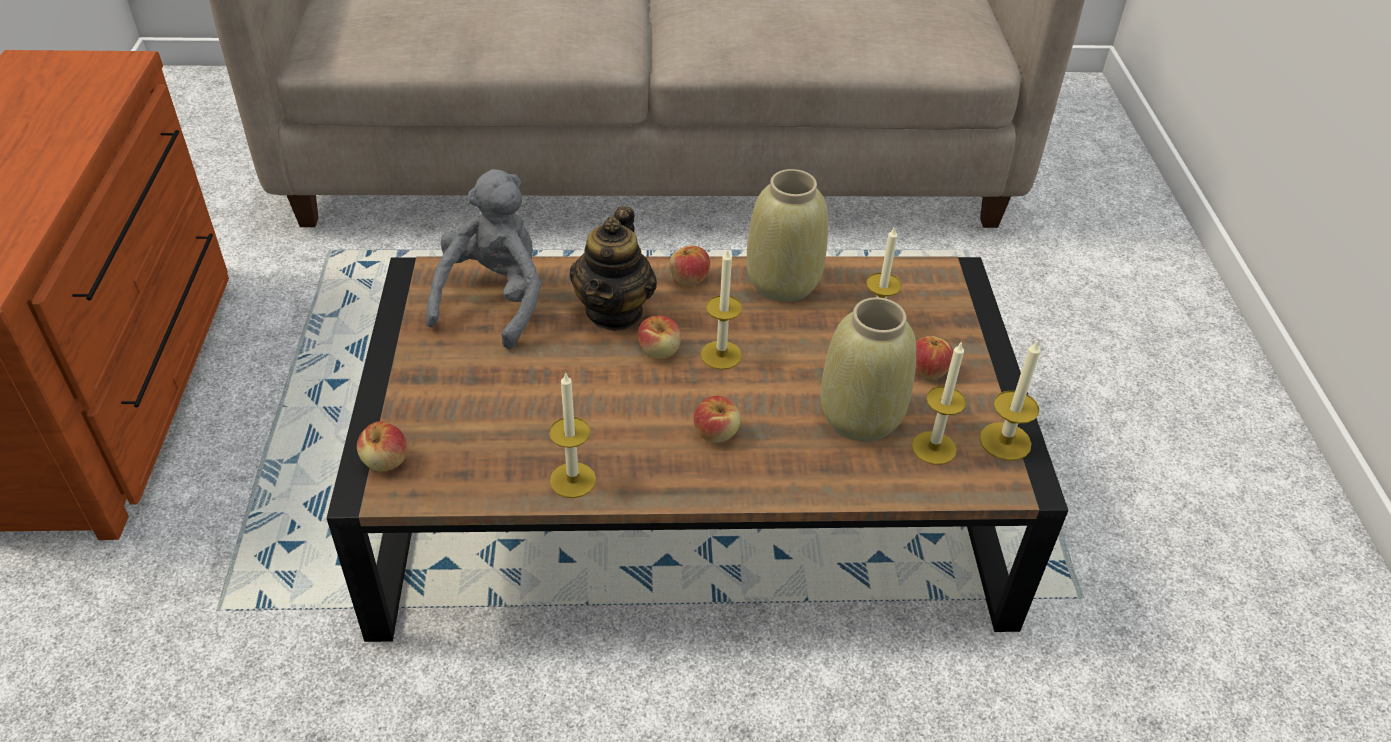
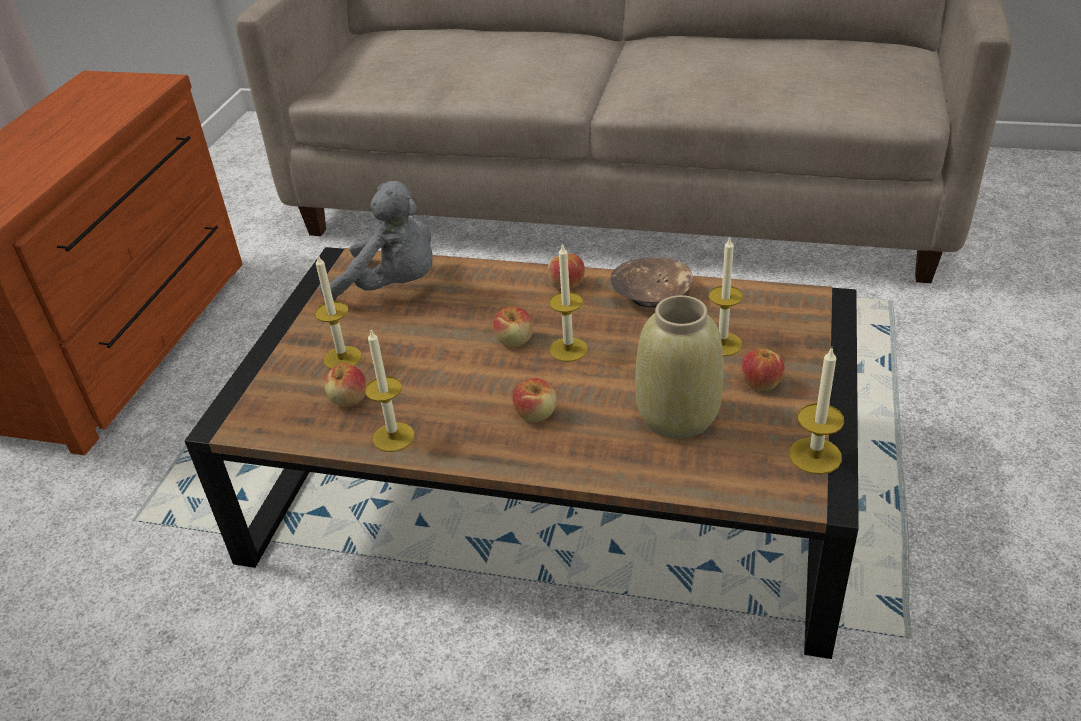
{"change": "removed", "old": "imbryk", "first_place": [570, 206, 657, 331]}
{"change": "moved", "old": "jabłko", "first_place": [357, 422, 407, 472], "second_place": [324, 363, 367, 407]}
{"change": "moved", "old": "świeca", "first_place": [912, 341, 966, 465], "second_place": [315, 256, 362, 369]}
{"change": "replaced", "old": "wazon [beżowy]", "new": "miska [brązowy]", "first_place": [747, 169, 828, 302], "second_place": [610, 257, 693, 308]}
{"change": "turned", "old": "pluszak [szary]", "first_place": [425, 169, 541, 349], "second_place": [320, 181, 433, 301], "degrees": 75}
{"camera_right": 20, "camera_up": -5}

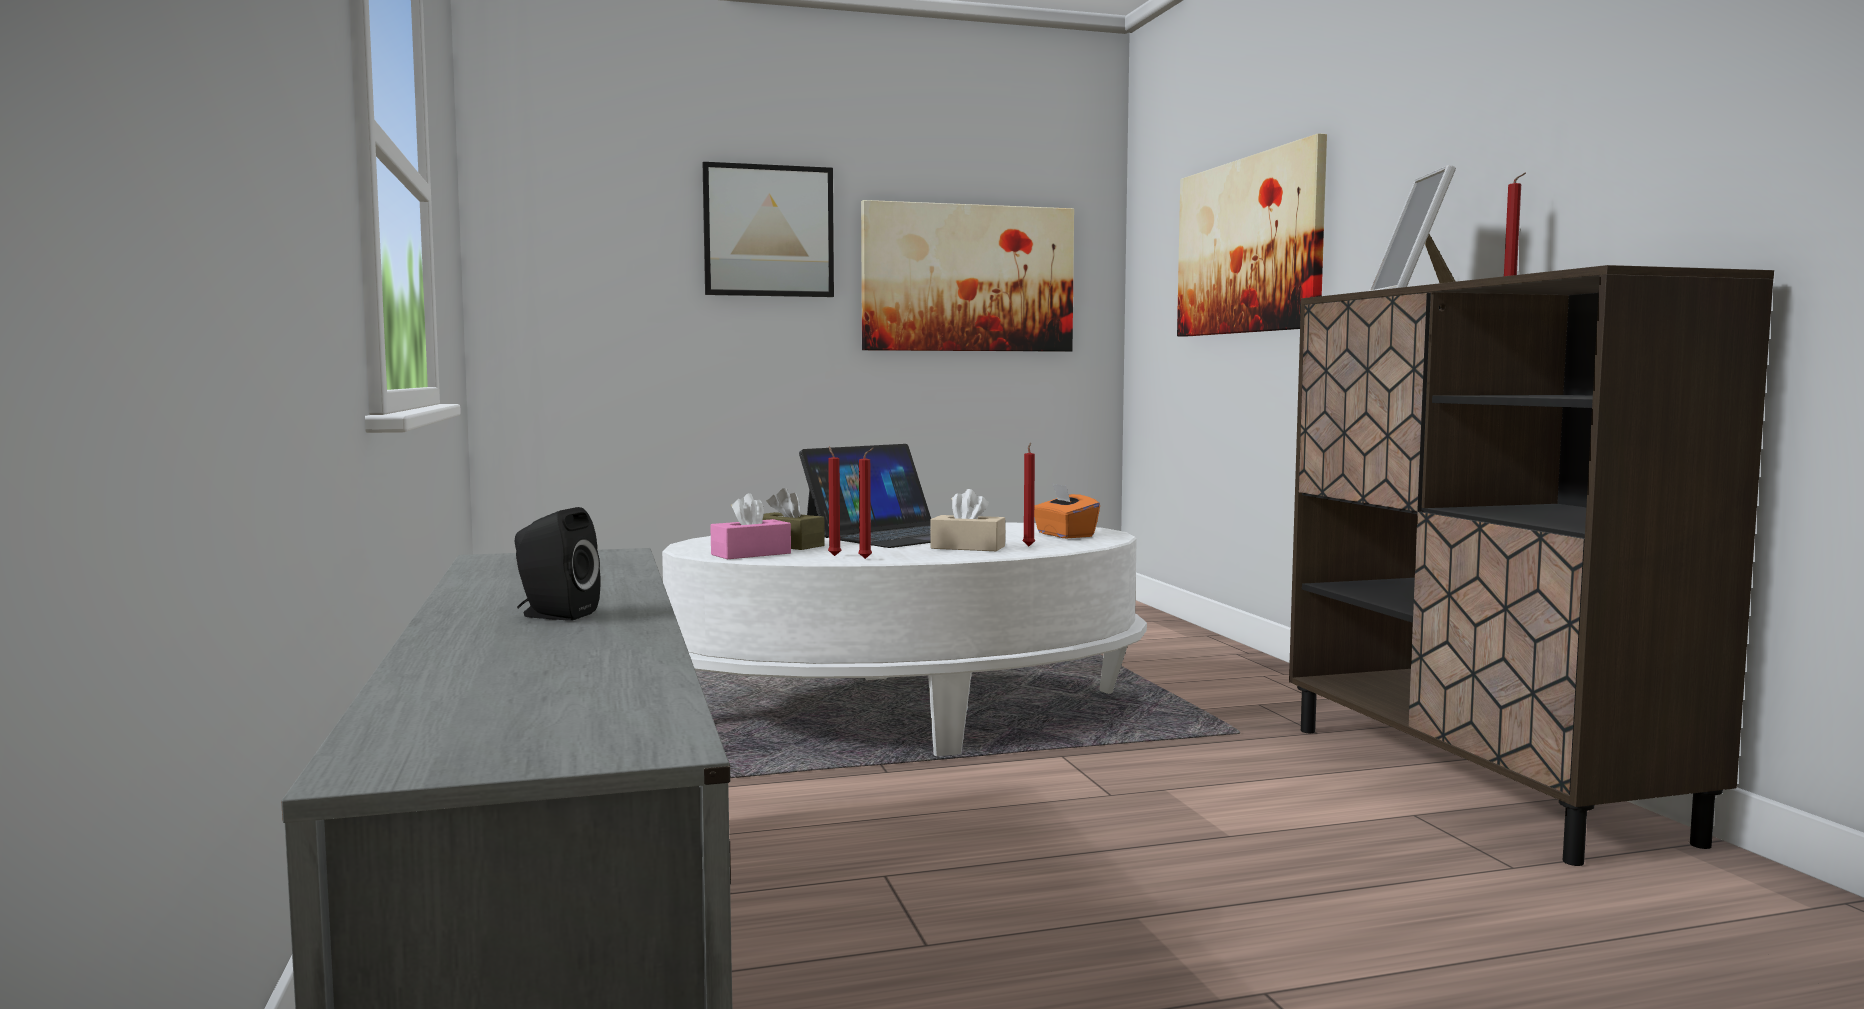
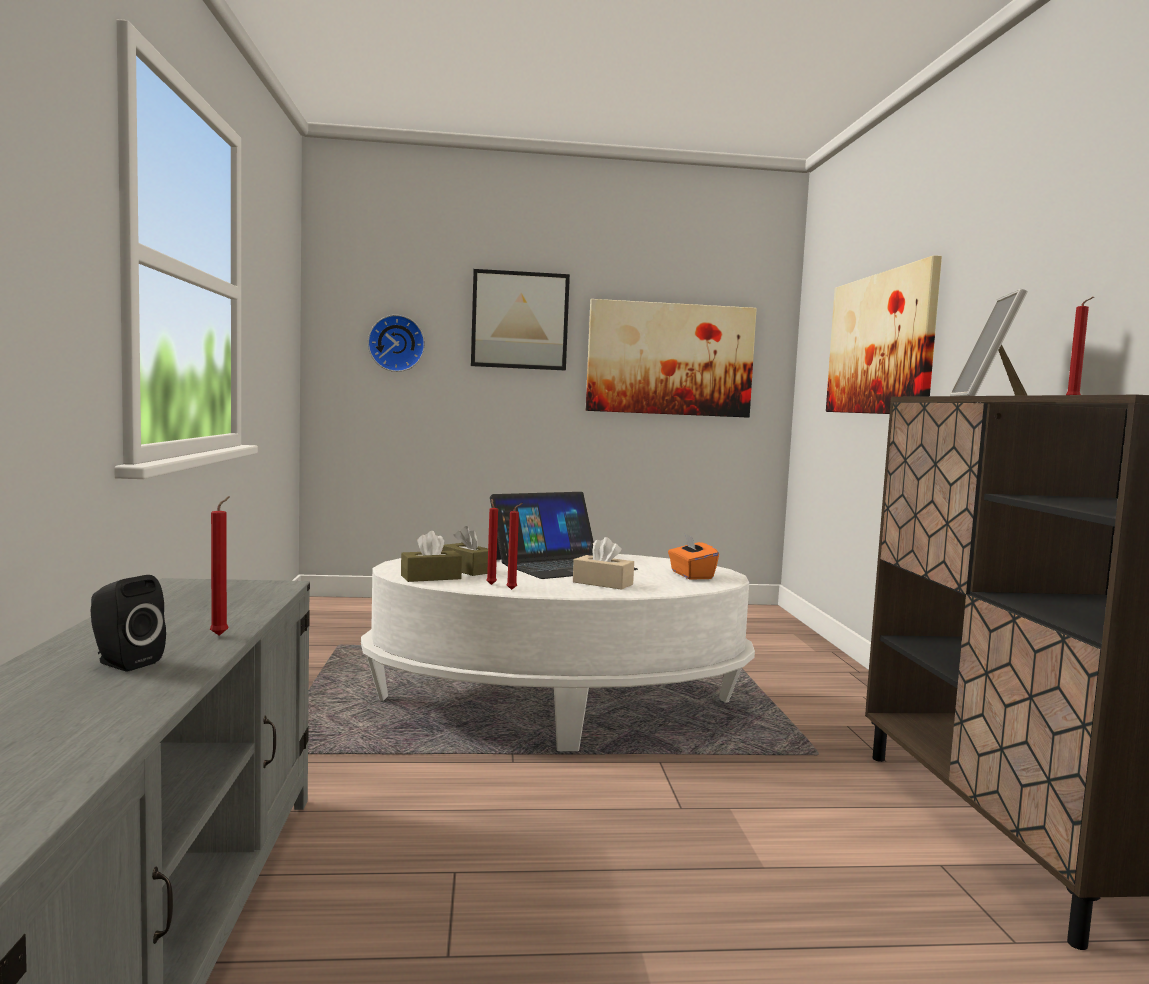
{"change": "added", "new": "zegar ścienny", "second_place": [368, 315, 425, 372]}
{"change": "moved", "old": "świeca [czerwony]", "first_place": [1023, 443, 1035, 546], "second_place": [210, 496, 230, 636]}
{"change": "recoloured", "old": "pudełko chusteczek [różowy]", "new": "pudełko chusteczek [brązowy]", "first_place": [710, 493, 791, 559], "second_place": [401, 531, 462, 582]}
{"camera_right": 10, "camera_up": 0}

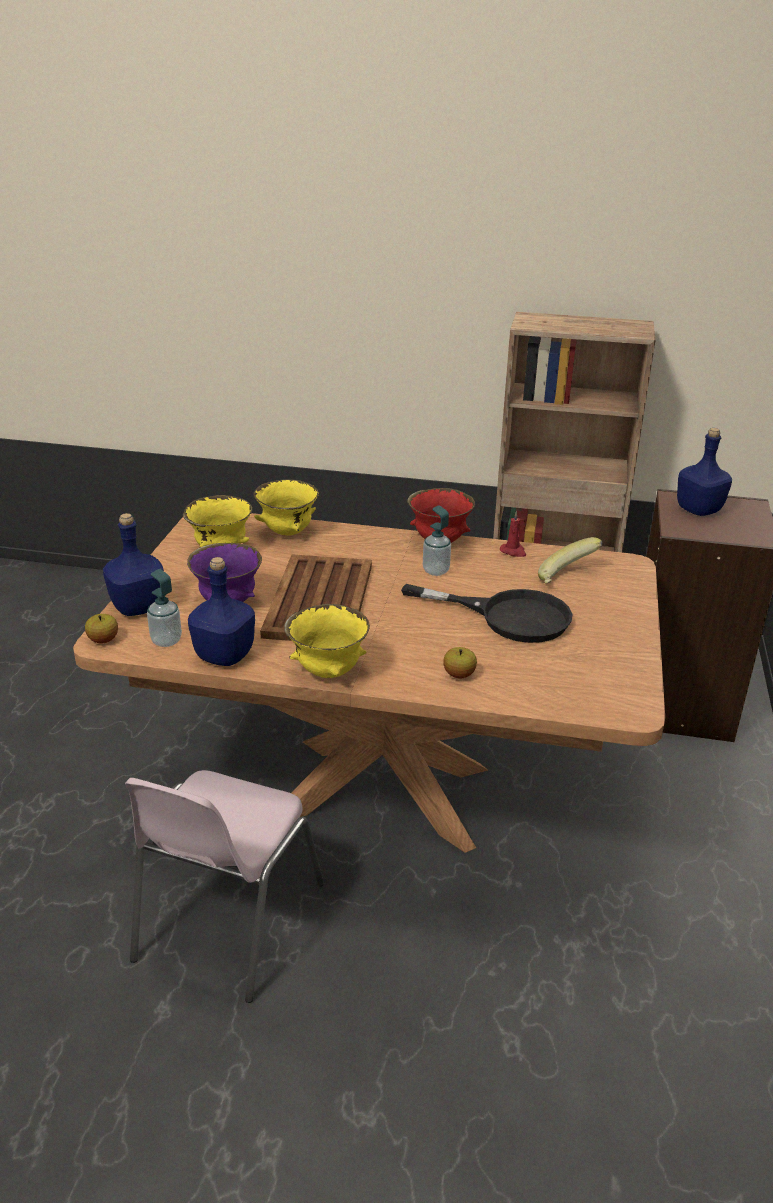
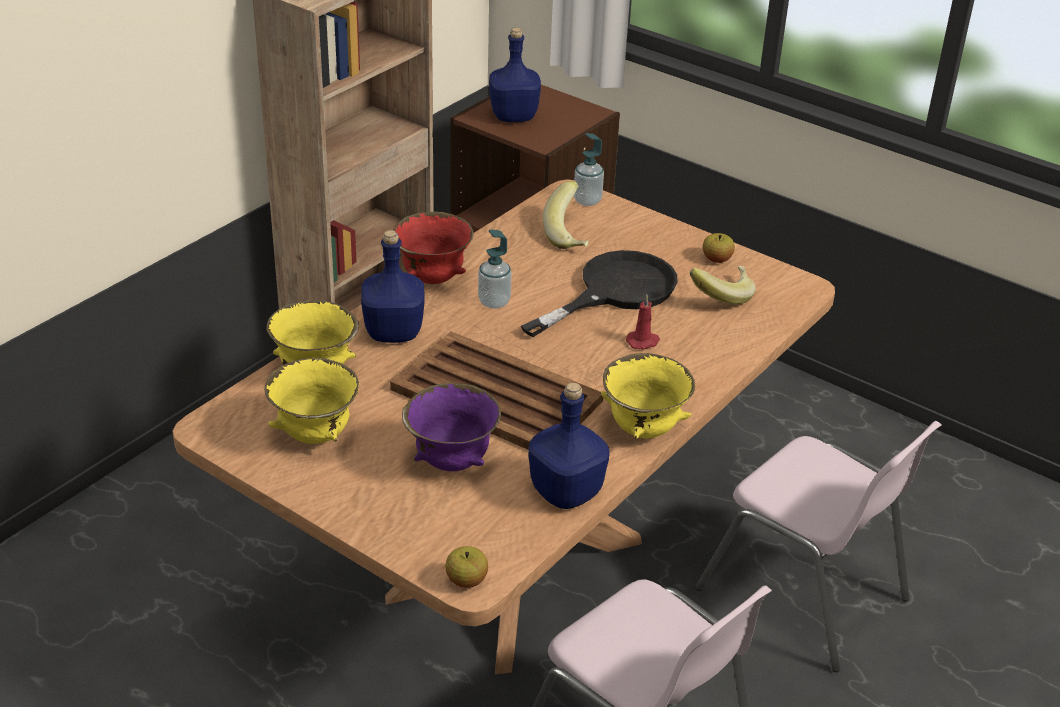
{"change": "added", "new": "banan", "second_place": [690, 266, 756, 304]}
{"change": "added", "new": "krzesło [różowy]", "second_place": [696, 421, 942, 672]}
{"change": "moved", "old": "butelka [niebieski]", "first_place": [103, 513, 164, 616], "second_place": [361, 230, 425, 343]}
{"change": "moved", "old": "dozownik mydła", "first_place": [147, 569, 182, 647], "second_place": [574, 133, 604, 206]}
{"change": "moved", "old": "jabłko", "first_place": [443, 647, 477, 678], "second_place": [703, 233, 735, 263]}
{"change": "moved", "old": "świeca [czerwony]", "first_place": [500, 510, 526, 557], "second_place": [626, 295, 660, 350]}
{"camera_right": -65, "camera_up": 5}

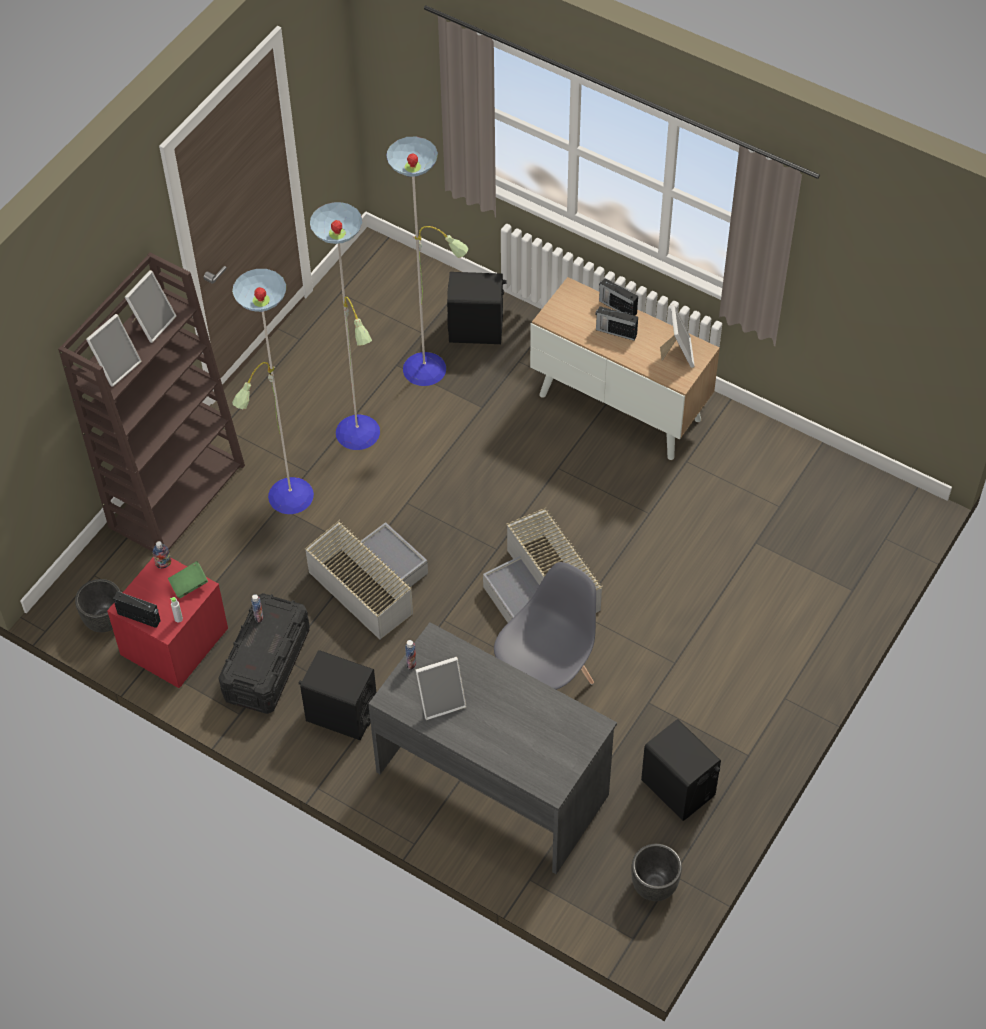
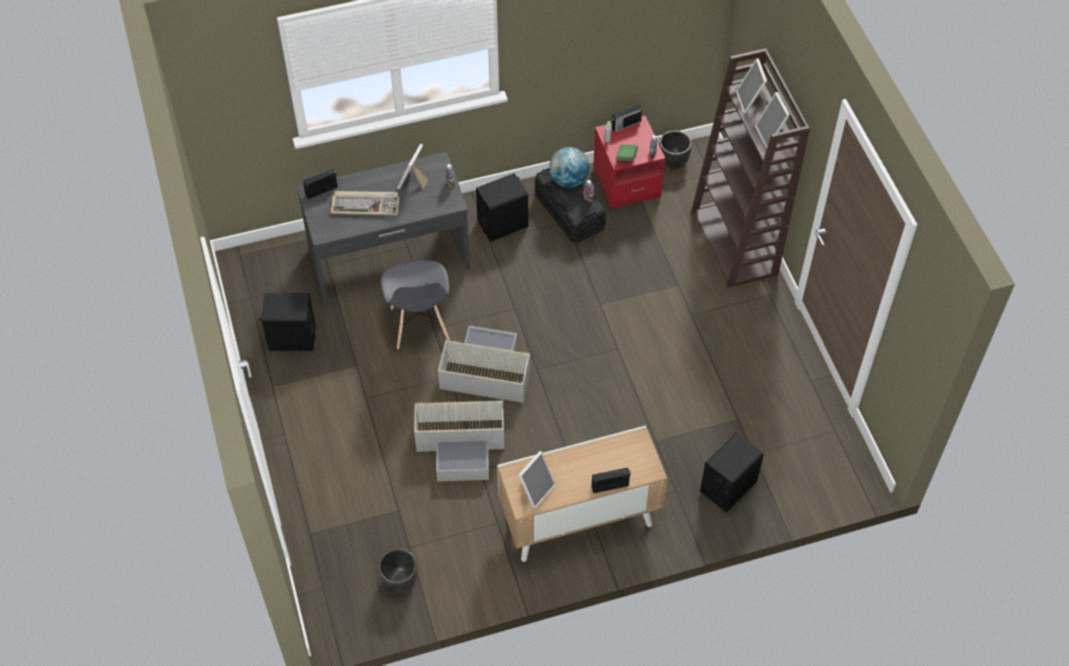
{"change": "removed", "old": "lampa stojąca", "first_place": [232, 136, 468, 514]}
{"change": "added", "new": "klawiatura", "second_place": [331, 191, 400, 215]}
{"change": "added", "new": "globus", "second_place": [549, 147, 590, 187]}
{"change": "moved", "old": "pojemnik do przechowywania [szary]", "first_place": [305, 520, 428, 640], "second_place": [414, 399, 505, 481]}
{"change": "moved", "old": "radio", "first_place": [595, 306, 638, 341], "second_place": [303, 168, 338, 199]}
{"change": "moved", "old": "donica [czarny]", "first_place": [631, 844, 682, 901], "second_place": [378, 548, 417, 593]}
{"change": "turned", "old": "ramka na zdjęcie", "first_place": [660, 305, 695, 368], "second_place": [518, 451, 556, 509], "degrees": -90}
{"camera_right": 130, "camera_up": 0}

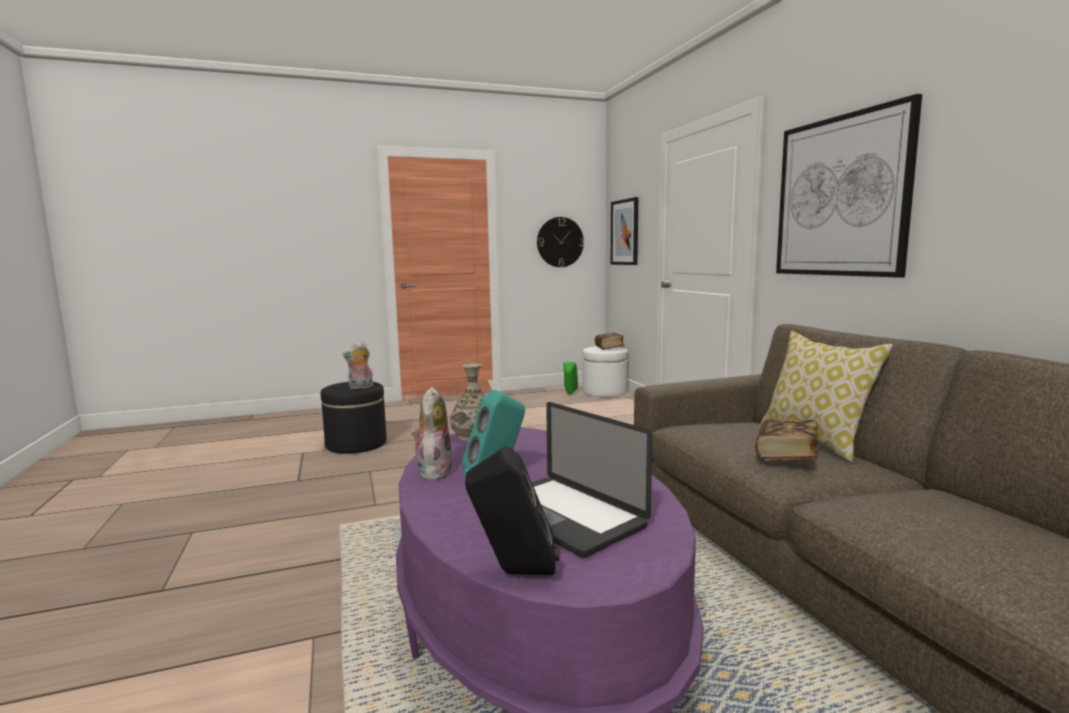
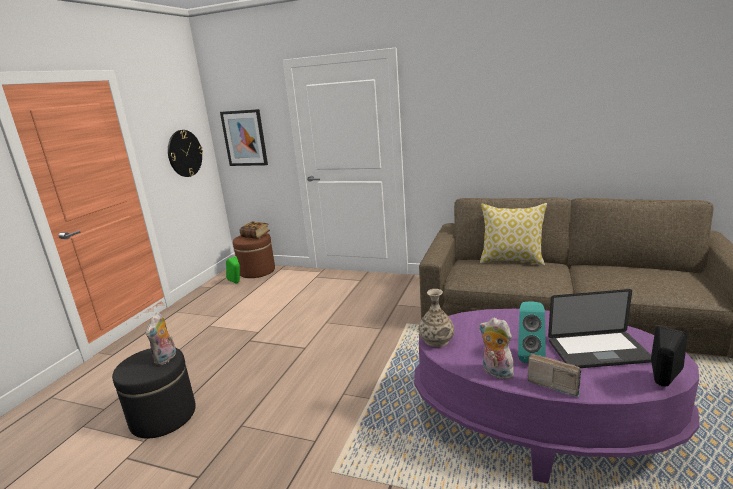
{"change": "removed", "old": "książka", "first_place": [755, 419, 819, 461]}
{"change": "removed", "old": "obraz", "first_place": [776, 94, 922, 278]}
{"change": "added", "new": "radio", "second_place": [527, 353, 581, 397]}
{"change": "recoloured", "old": "pufa [biały]", "new": "pufa [brązowy]", "first_place": [583, 346, 628, 397], "second_place": [233, 233, 275, 278]}
{"camera_right": -50, "camera_up": 10}

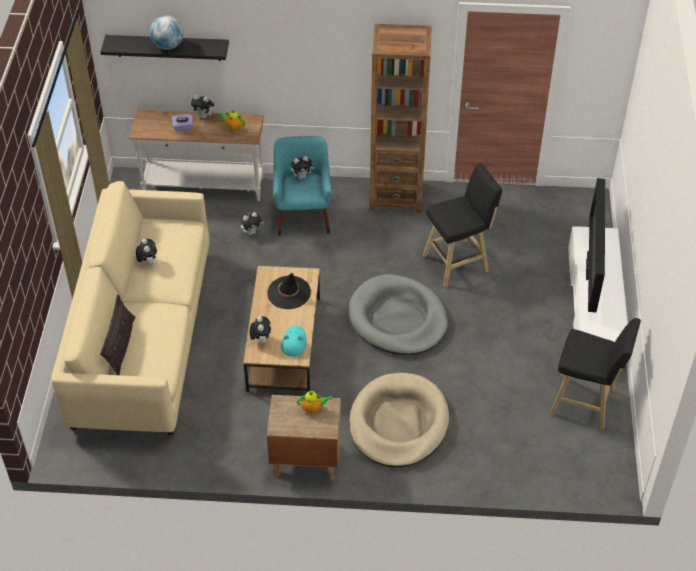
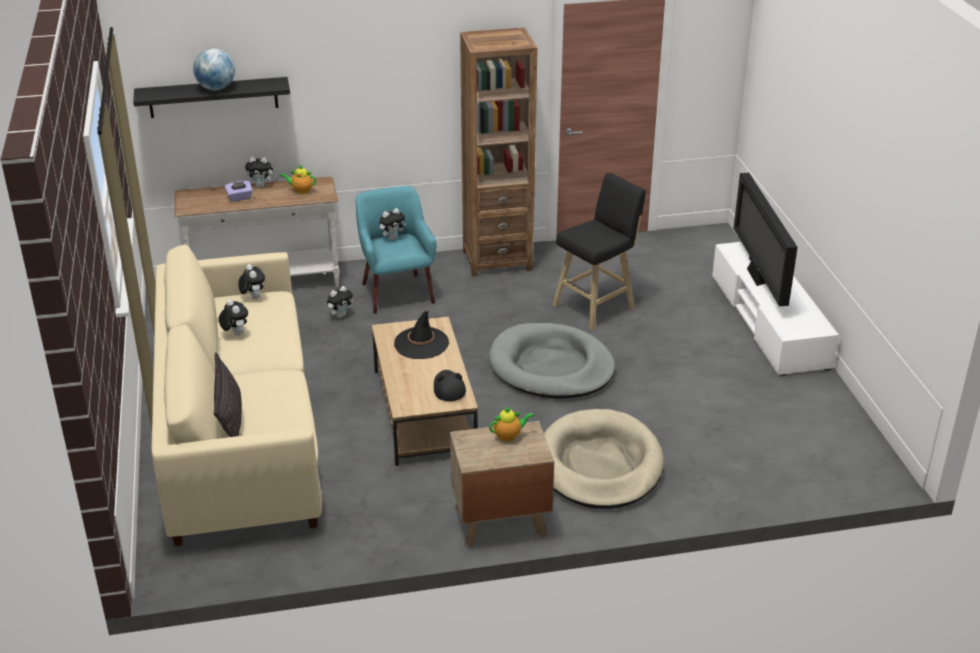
{"change": "removed", "old": "stołek [czarny]", "first_place": [550, 318, 641, 430]}
{"change": "moved", "old": "pluszak", "first_place": [250, 316, 271, 344], "second_place": [238, 264, 265, 299]}
{"change": "recoloured", "old": "kapelusz [turkusowy]", "new": "kapelusz [czarny]", "first_place": [281, 325, 306, 357], "second_place": [434, 370, 466, 401]}
{"camera_right": -15, "camera_up": -15}

